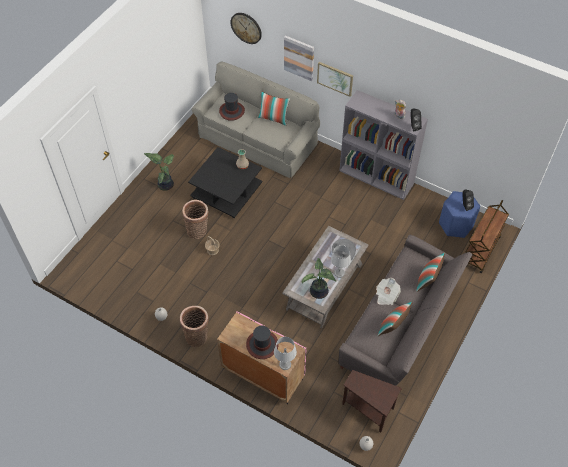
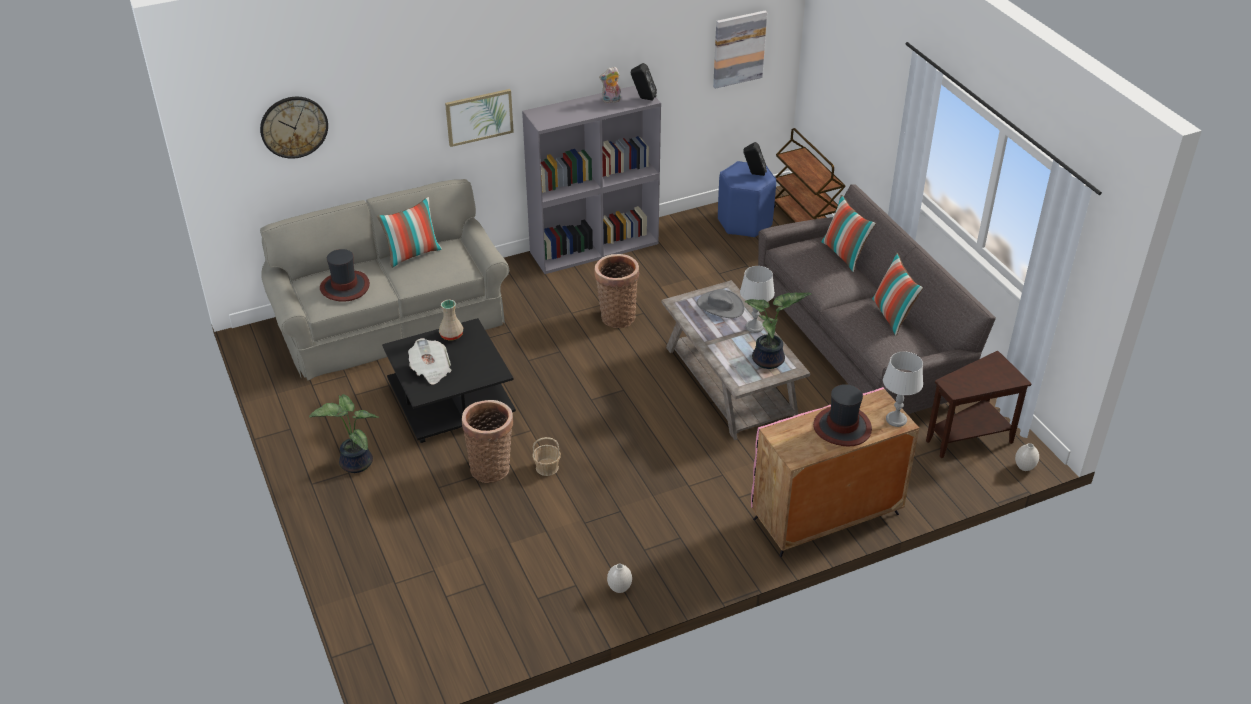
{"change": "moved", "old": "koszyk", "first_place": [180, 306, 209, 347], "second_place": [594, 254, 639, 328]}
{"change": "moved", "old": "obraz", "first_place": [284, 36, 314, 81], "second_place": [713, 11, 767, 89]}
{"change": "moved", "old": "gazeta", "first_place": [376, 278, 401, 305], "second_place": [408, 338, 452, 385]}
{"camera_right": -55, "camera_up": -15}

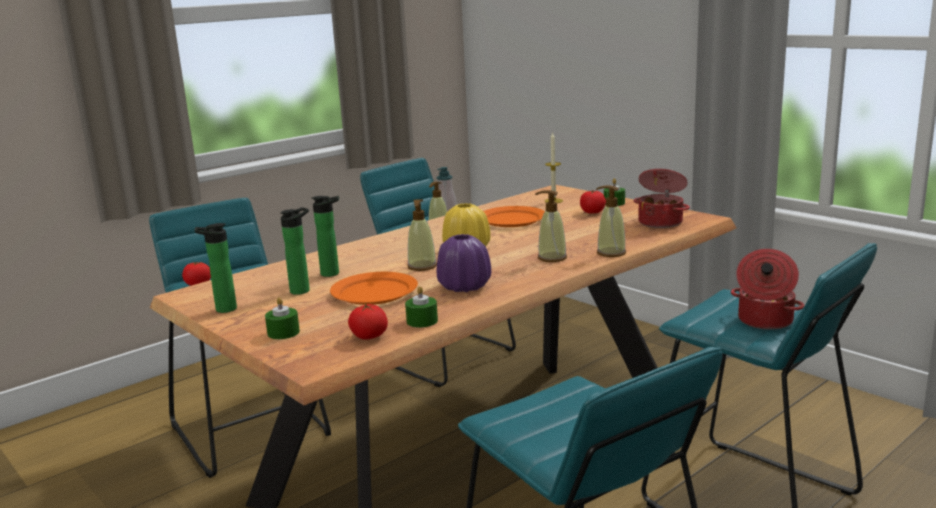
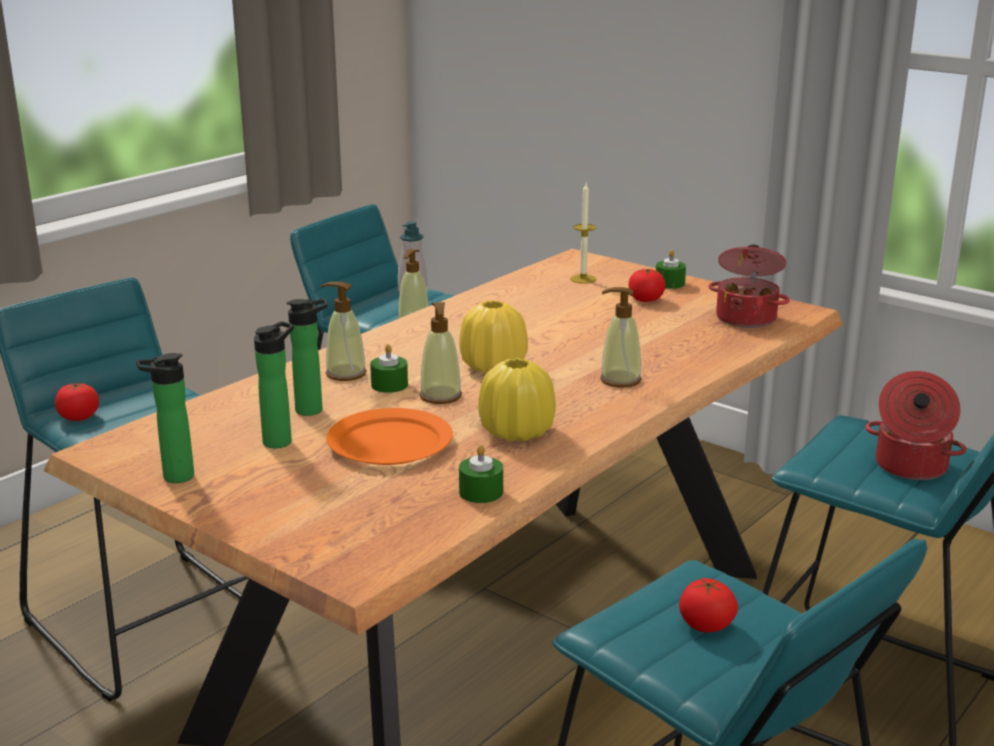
{"change": "removed", "old": "talerz [pomarańczowy]", "first_place": [483, 206, 545, 227]}
{"change": "moved", "old": "świeca [zielony]", "first_place": [265, 297, 300, 339], "second_place": [370, 344, 408, 393]}
{"change": "moved", "old": "pomidor", "first_place": [348, 304, 388, 340], "second_place": [679, 578, 738, 633]}
{"change": "moved", "old": "dozownik mydła", "first_place": [596, 186, 626, 257], "second_place": [320, 282, 367, 381]}
{"change": "recoloured", "old": "wazon [fioletowy]", "new": "wazon [żółty]", "first_place": [437, 234, 491, 292], "second_place": [478, 358, 556, 441]}
{"camera_right": -10, "camera_up": 5}

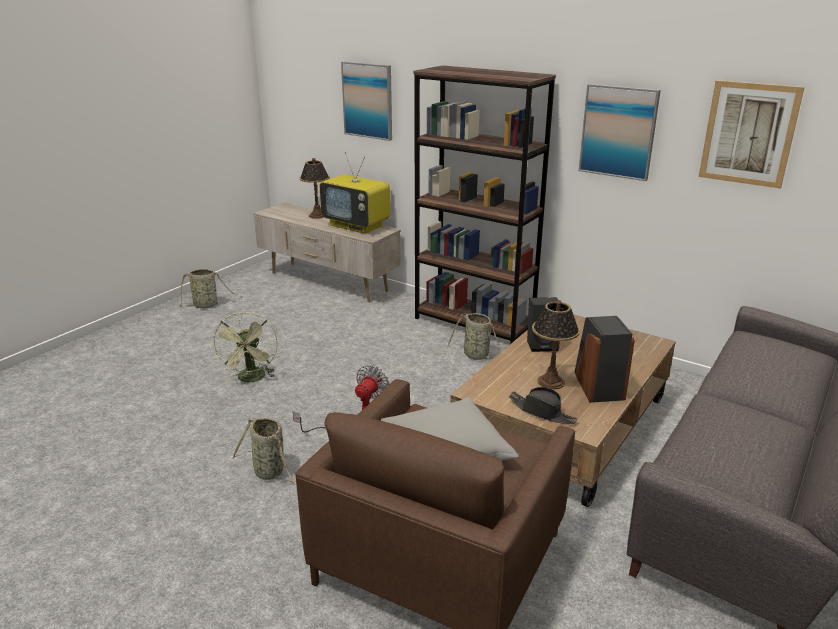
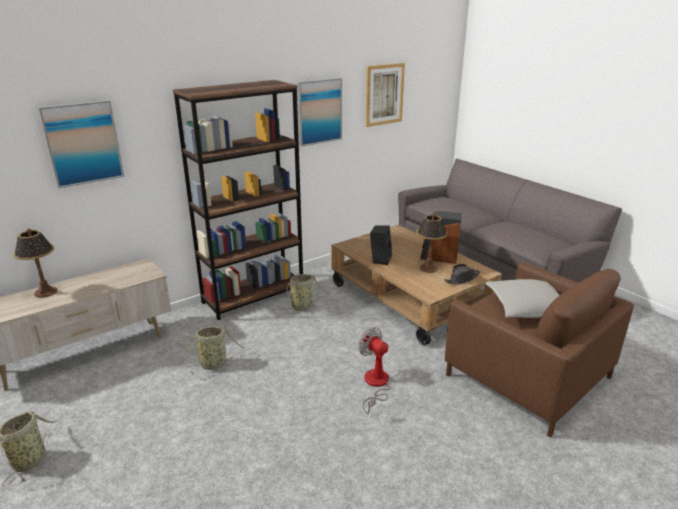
{"change": "removed", "old": "wentylator [zielony]", "first_place": [213, 312, 278, 382]}
{"change": "removed", "old": "telewizor", "first_place": [319, 152, 390, 234]}
{"change": "moved", "old": "koszyk", "first_place": [231, 417, 297, 486], "second_place": [186, 326, 251, 374]}
{"camera_right": -70, "camera_up": 0}

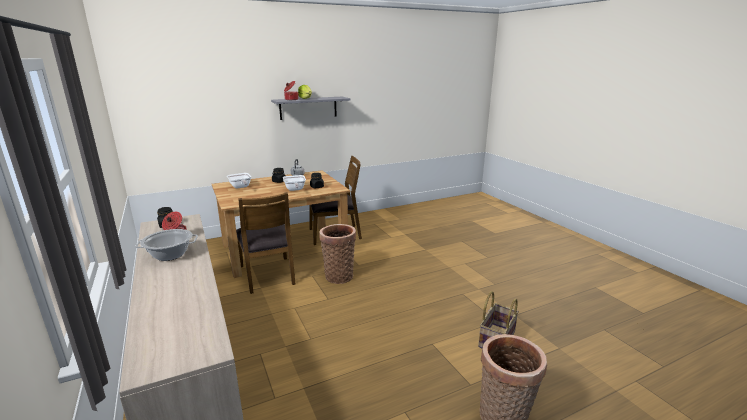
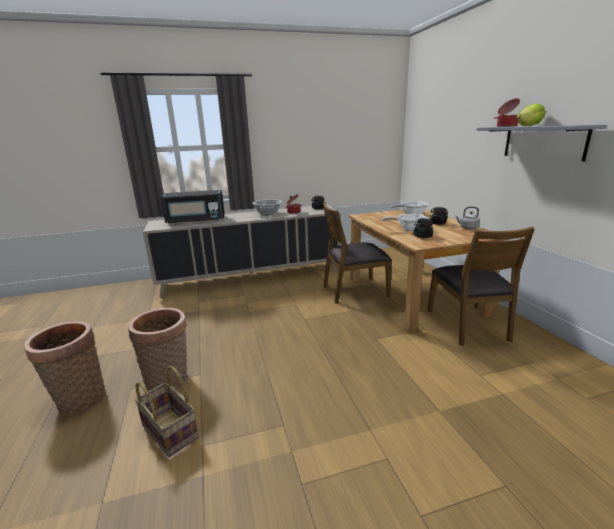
{"change": "added", "new": "mikrofalówka [czarny]", "second_place": [161, 190, 225, 224]}
{"change": "moved", "old": "koszyk", "first_place": [319, 224, 356, 284], "second_place": [128, 308, 187, 391]}
{"camera_right": 100, "camera_up": 0}

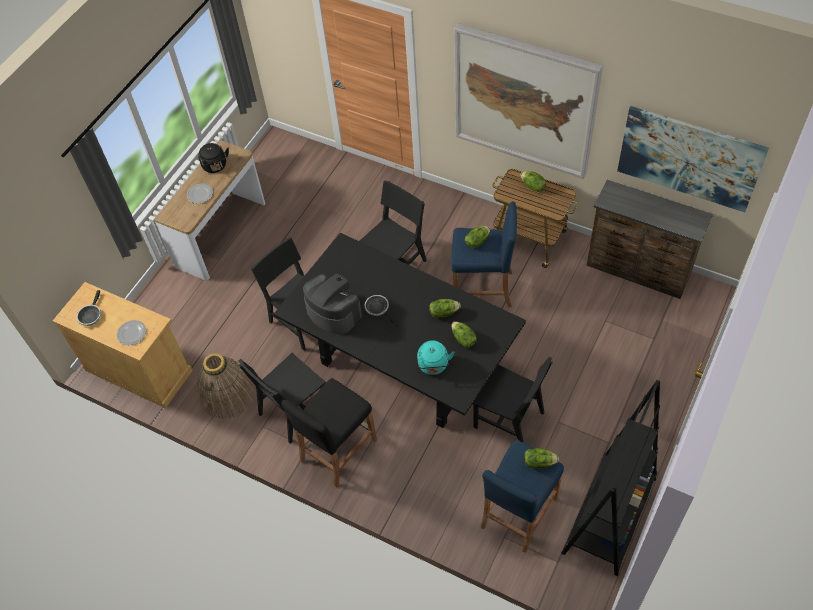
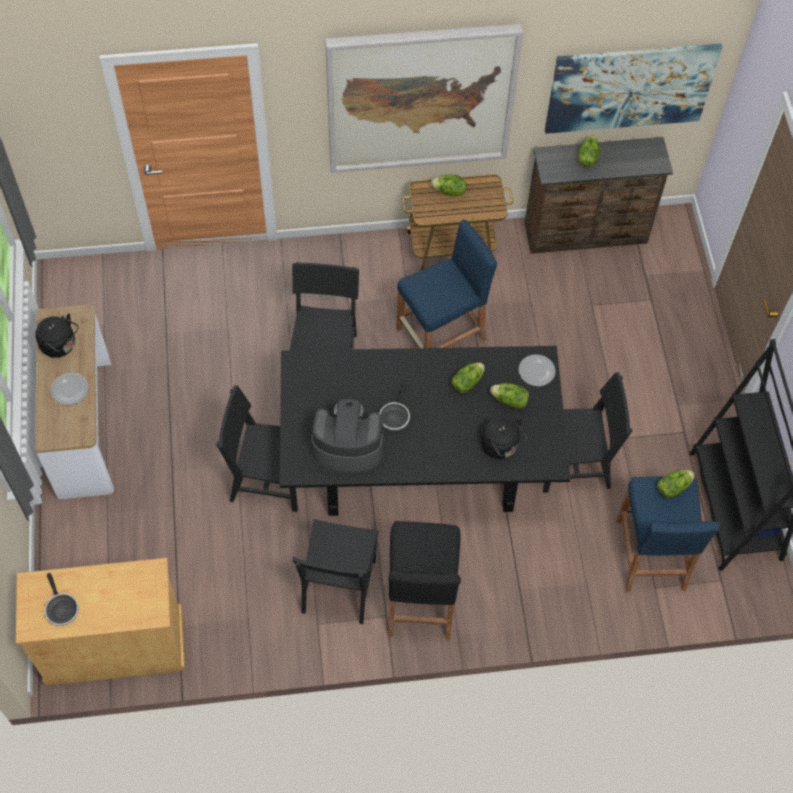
{"change": "removed", "old": "koszyk", "first_place": [196, 353, 255, 419]}
{"change": "moved", "old": "talerz", "first_place": [116, 320, 146, 345], "second_place": [519, 354, 556, 386]}
{"change": "moved", "old": "sałata", "first_place": [465, 226, 490, 248], "second_place": [578, 135, 600, 167]}
{"change": "recoloured", "old": "czajnik [turkusowy]", "new": "czajnik [czarny]", "first_place": [417, 341, 455, 375], "second_place": [481, 417, 528, 459]}
{"change": "turned", "old": "patelnia", "first_place": [365, 295, 397, 326], "second_place": [379, 383, 410, 430], "degrees": -90}
{"camera_right": -40, "camera_up": 5}

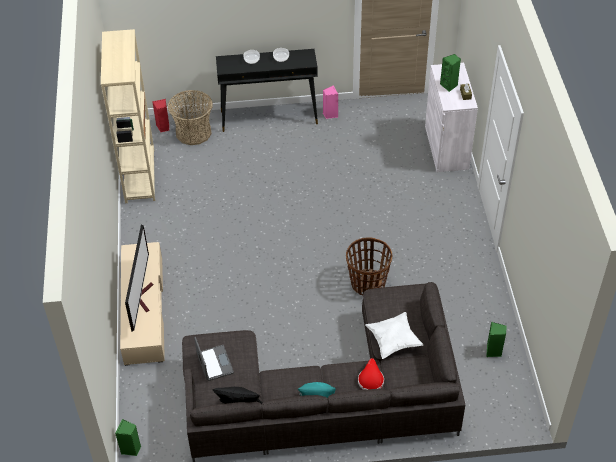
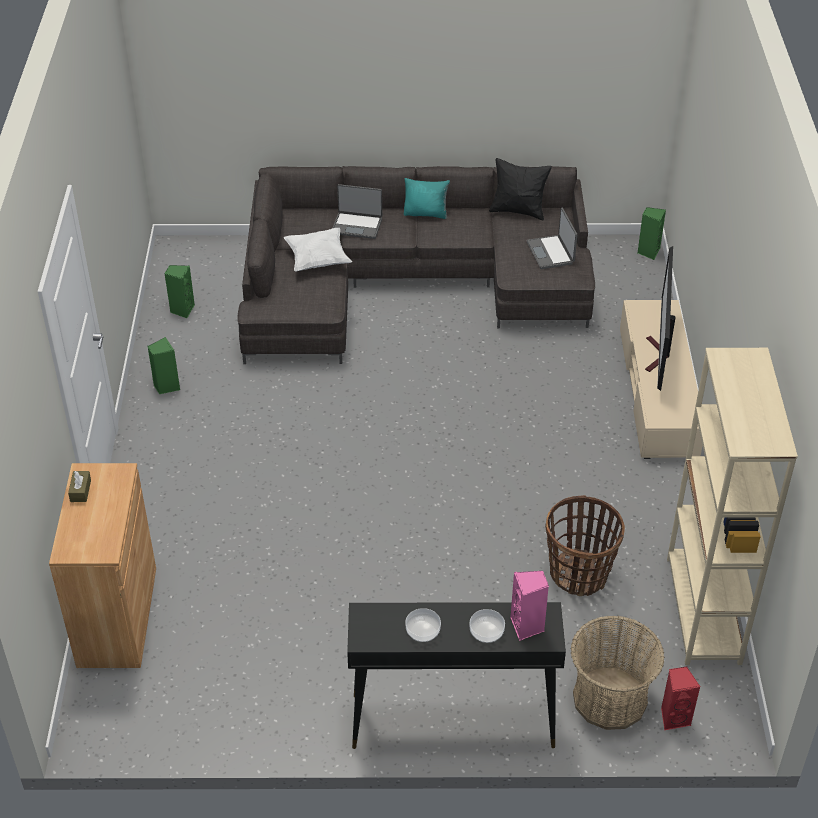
{"change": "moved", "old": "głośnik [różowy]", "first_place": [323, 85, 338, 119], "second_place": [510, 571, 549, 641]}
{"change": "moved", "old": "koszyk", "first_place": [346, 237, 392, 295], "second_place": [545, 495, 625, 596]}
{"change": "moved", "old": "głośnik [zielony]", "first_place": [440, 54, 461, 92], "second_place": [147, 337, 180, 394]}
{"change": "replaced", "old": "kapelusz [czerwony]", "new": "laptop", "first_place": [358, 358, 384, 390], "second_place": [333, 184, 382, 239]}
{"change": "recoloured", "old": "szafka [biały]", "new": "szafka [brązowy]", "first_place": [425, 63, 478, 172], "second_place": [49, 463, 156, 668]}
{"camera_right": -175, "camera_up": -5}

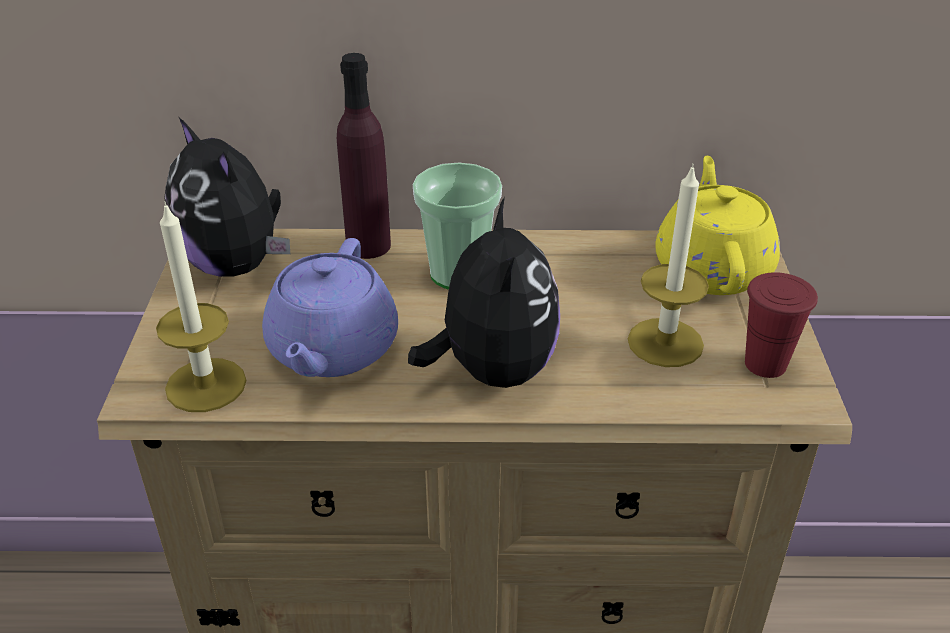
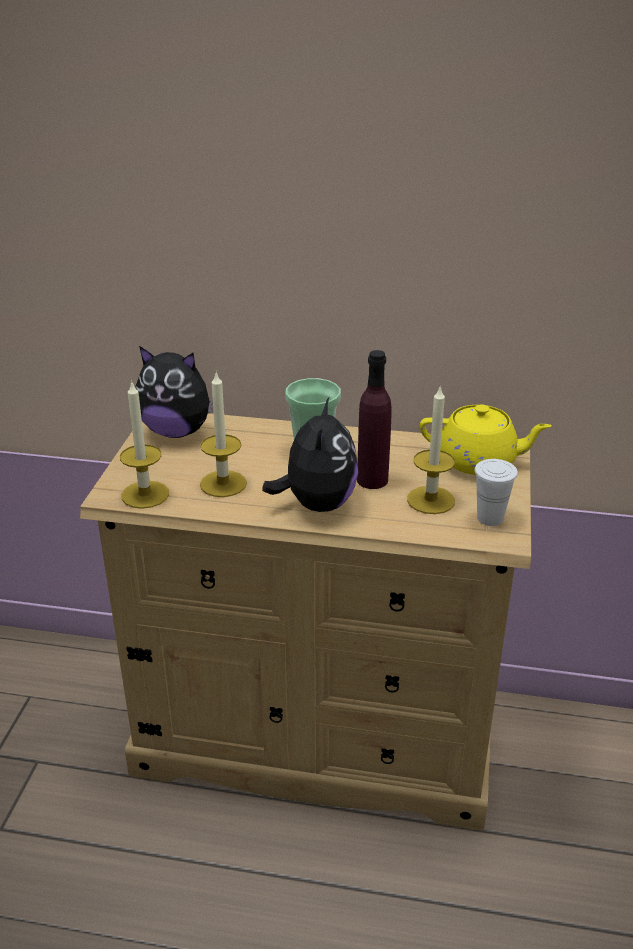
{"change": "moved", "old": "butelka [fioletowy]", "first_place": [337, 53, 391, 259], "second_place": [357, 350, 391, 489]}
{"change": "replaced", "old": "imbryk [fioletowy]", "new": "świeca", "first_place": [262, 238, 398, 377], "second_place": [200, 371, 247, 497]}
{"change": "recoloured", "old": "filiżanka [czerwony]", "new": "filiżanka [biały]", "first_place": [745, 272, 818, 378], "second_place": [475, 459, 518, 526]}
{"change": "turned", "old": "pluszak", "first_place": [164, 118, 290, 277], "second_place": [136, 346, 214, 438], "degrees": -45}
{"change": "turned", "old": "imbryk [żółty]", "first_place": [655, 156, 780, 295], "second_place": [420, 404, 552, 475], "degrees": 90}
{"camera_right": 10, "camera_up": -5}

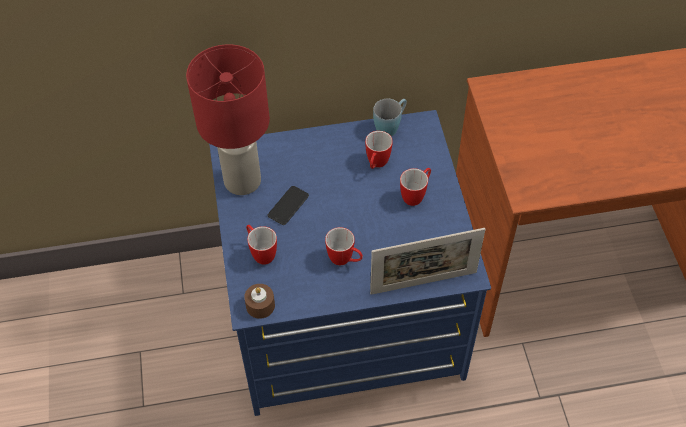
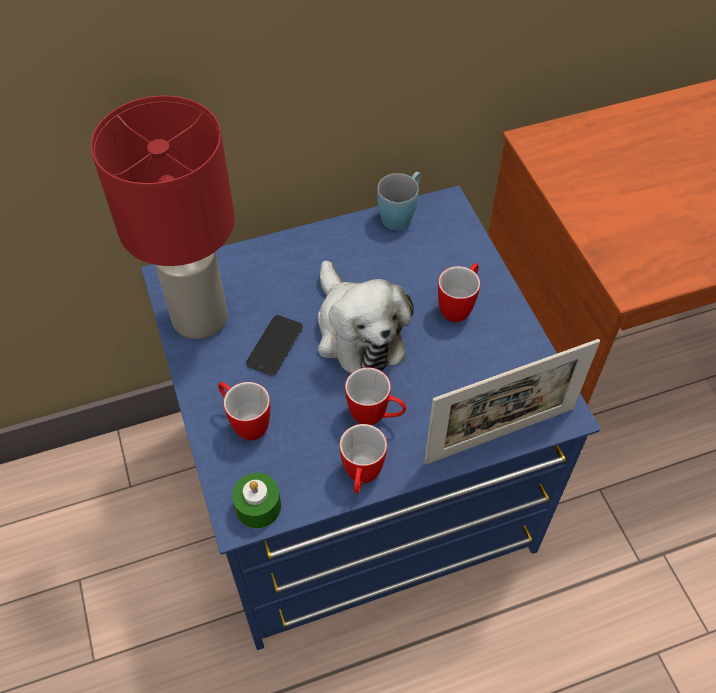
{"change": "added", "new": "pluszak", "second_place": [318, 260, 414, 373]}
{"change": "moved", "old": "kubek", "first_place": [365, 131, 393, 169], "second_place": [339, 424, 387, 494]}
{"change": "recoloured", "old": "świeca [brązowy]", "new": "świeca [zielony]", "first_place": [244, 284, 275, 319], "second_place": [232, 473, 281, 528]}
{"camera_right": -10, "camera_up": 0}

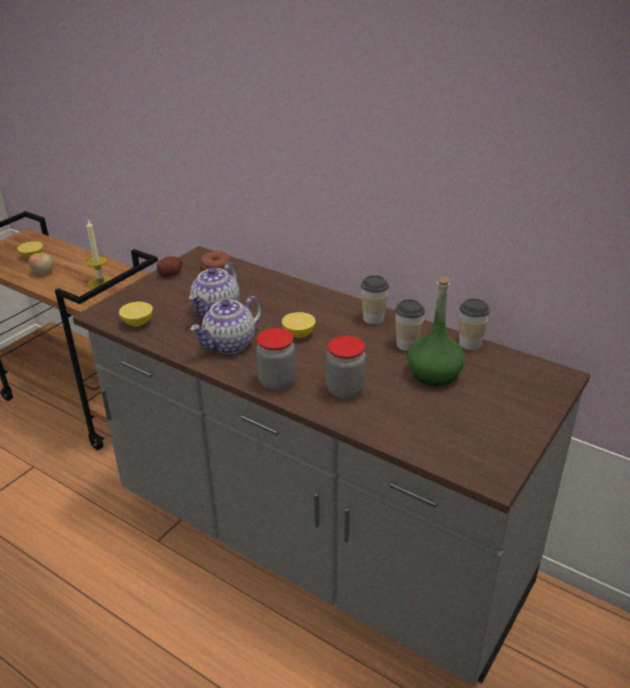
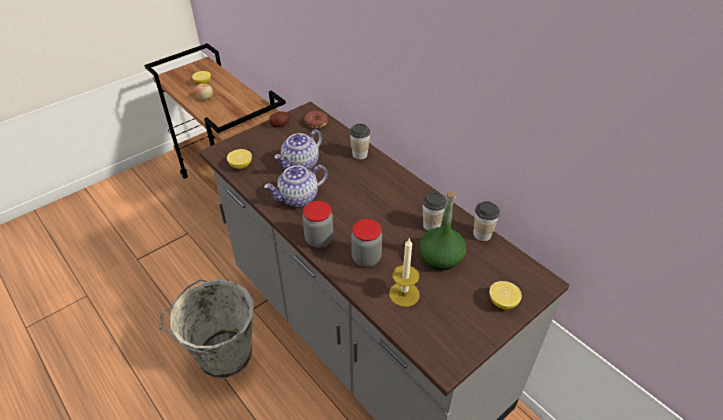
{"change": "added", "new": "wiadro [szary]", "second_place": [159, 279, 254, 378]}
{"change": "moved", "old": "świeca", "first_place": [85, 219, 112, 289], "second_place": [389, 239, 420, 307]}
{"change": "moved", "old": "cytryna", "first_place": [282, 312, 316, 338], "second_place": [489, 281, 522, 309]}
{"change": "moved", "old": "filiżanka", "first_place": [361, 275, 389, 325], "second_place": [350, 124, 370, 160]}
{"camera_right": 15, "camera_up": 10}

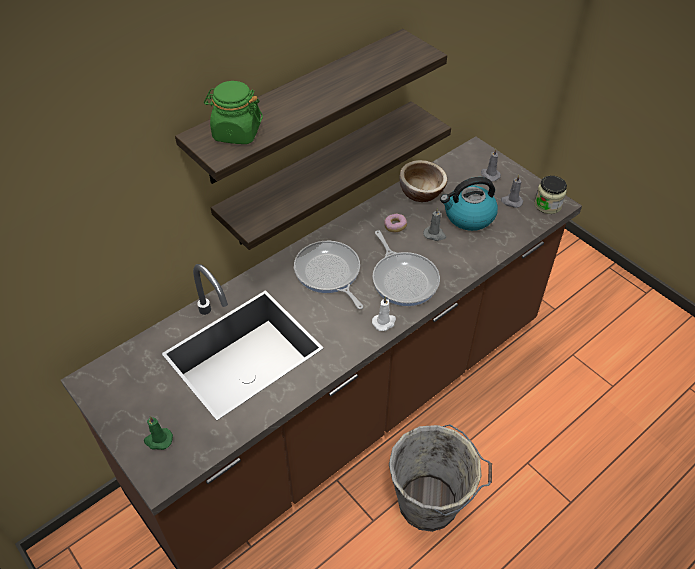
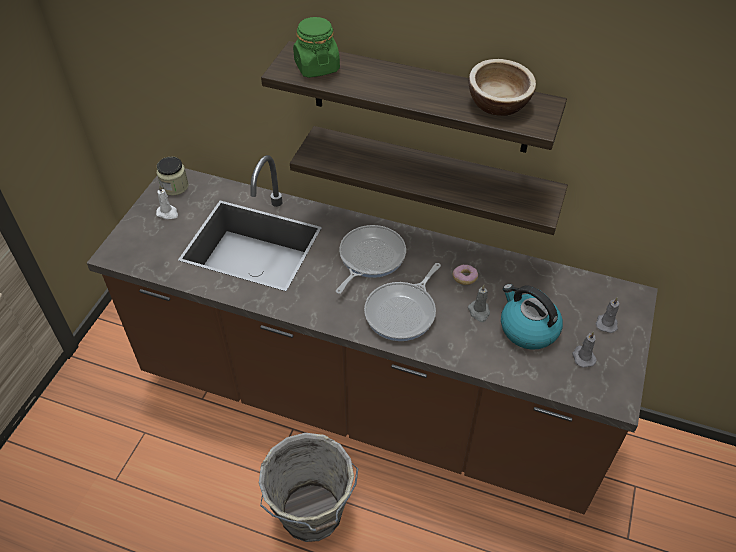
{"change": "removed", "old": "świeca [zielony]", "first_place": [144, 416, 173, 450]}
{"change": "moved", "old": "świeca [biały]", "first_place": [372, 296, 396, 331], "second_place": [156, 185, 178, 219]}
{"change": "moved", "old": "miska", "first_place": [400, 160, 447, 202], "second_place": [469, 59, 536, 116]}
{"change": "moved", "old": "słoik", "first_place": [534, 176, 567, 214], "second_place": [157, 157, 189, 196]}
{"camera_right": 60, "camera_up": 0}

